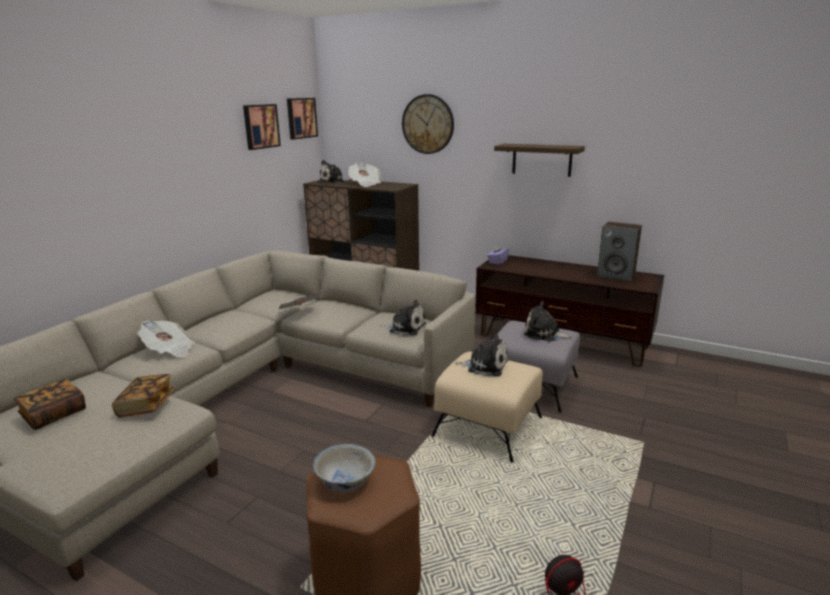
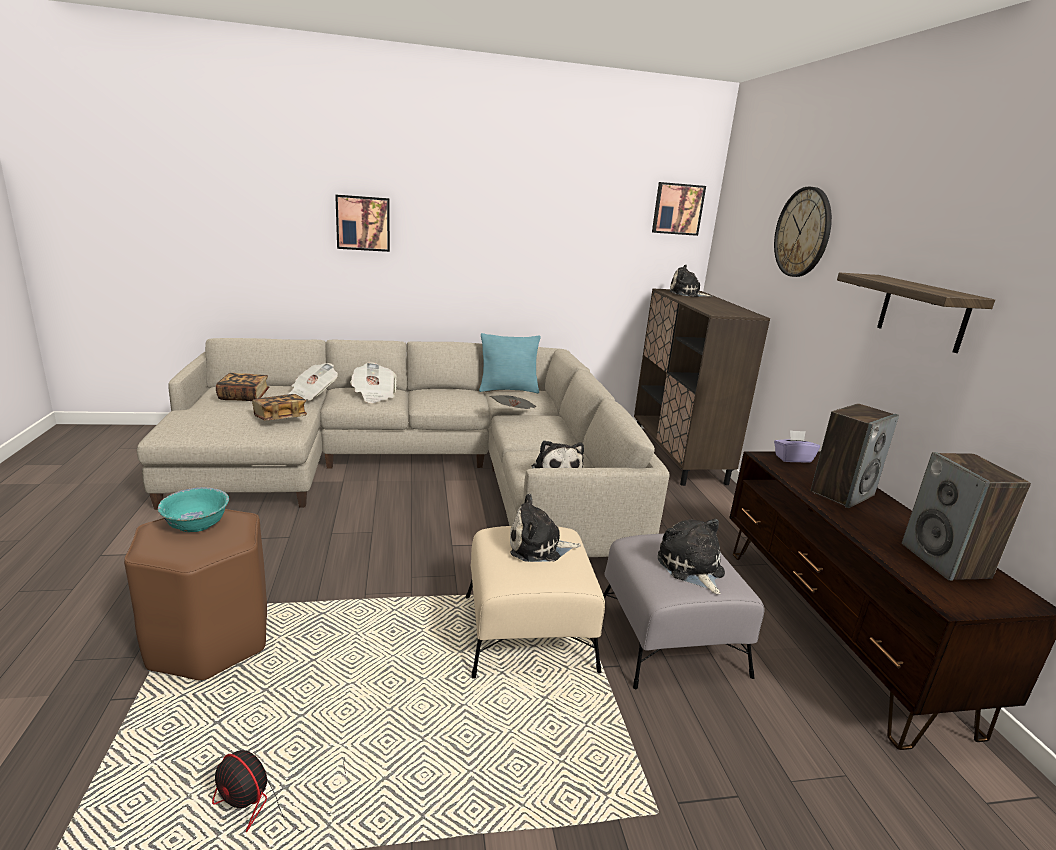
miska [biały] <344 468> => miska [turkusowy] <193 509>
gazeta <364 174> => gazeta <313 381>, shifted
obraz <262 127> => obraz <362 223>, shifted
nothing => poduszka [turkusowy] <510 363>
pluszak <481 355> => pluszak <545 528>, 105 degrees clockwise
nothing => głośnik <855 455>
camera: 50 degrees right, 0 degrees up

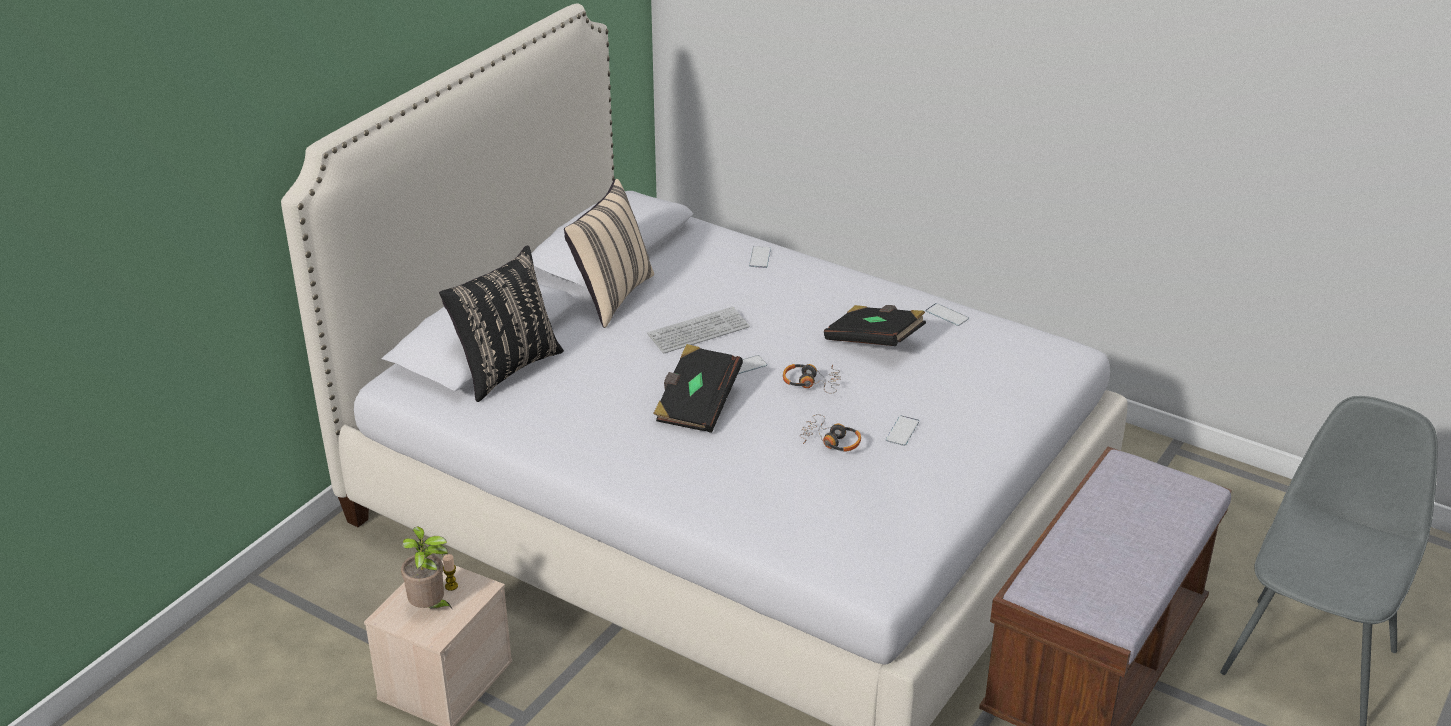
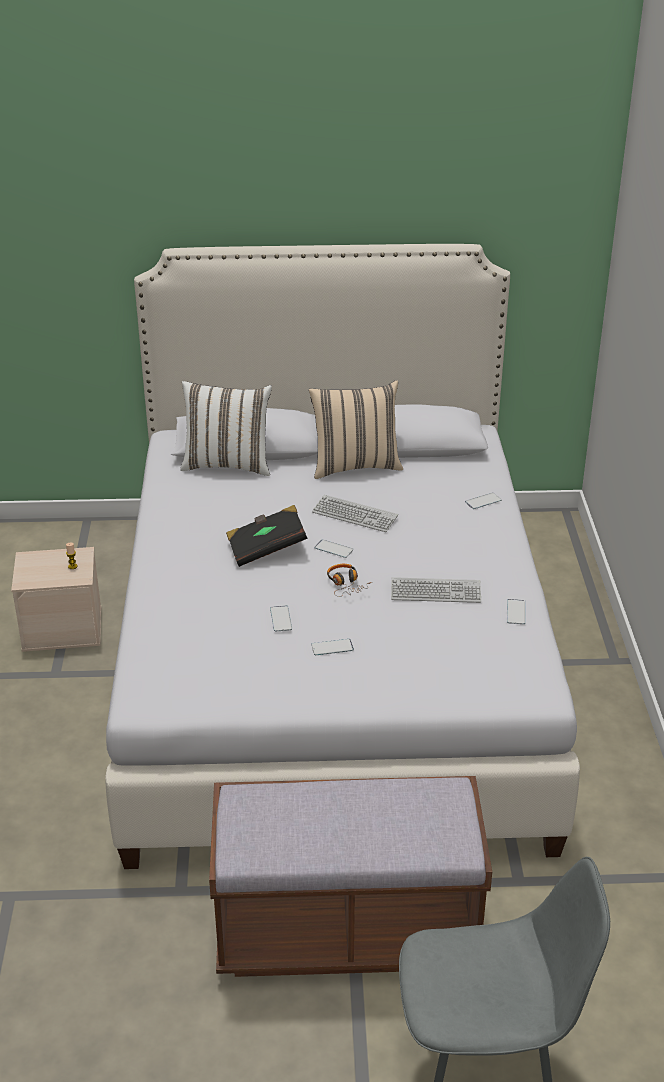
poduszka [czarny] <501 324> => poduszka [biały] <226 428>
słuchawki <830 433> => telefon <281 618>
książka [czarny] <875 325> => klawiatura <436 590>
roślina doniczkowa <427 568> => nothing
camera: 55 degrees right, 0 degrees up

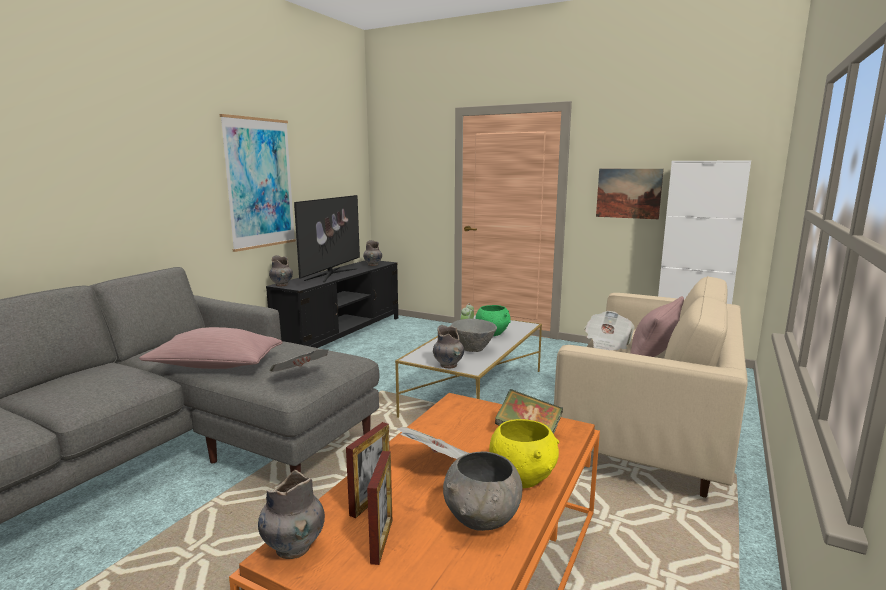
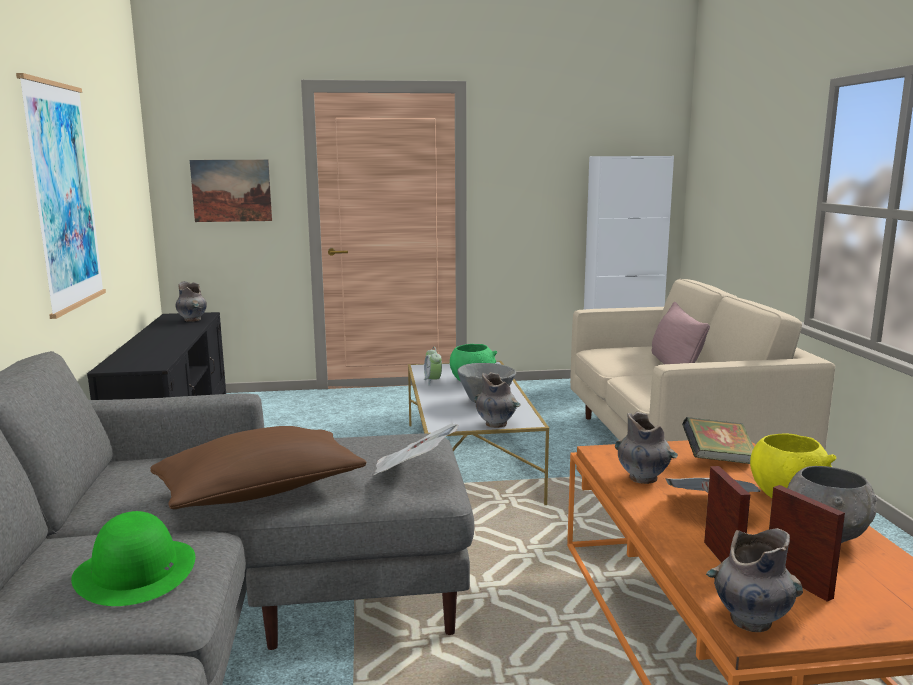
nothing => kapelusz [zielony] <133 558>
poduszka [różowy] <211 348> => poduszka [brązowy] <258 467>
obraz <630 194> => obraz <231 191>, shifted
wazon [szary] <281 270> => wazon [szary] <646 448>, shifted
telewizor <327 238> => nothing
gazeta <610 330> => nothing
camera: 35 degrees left, 0 degrees up

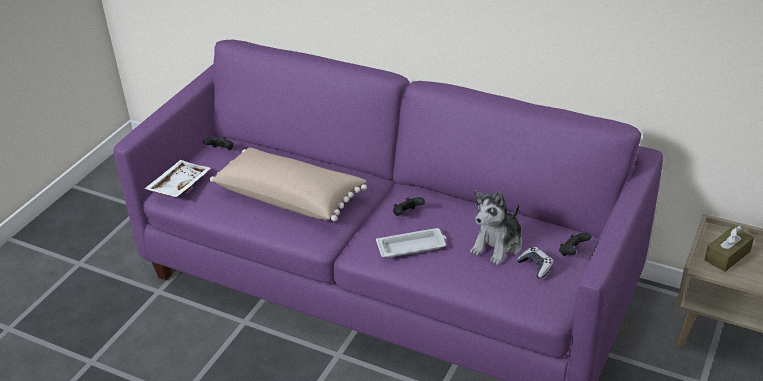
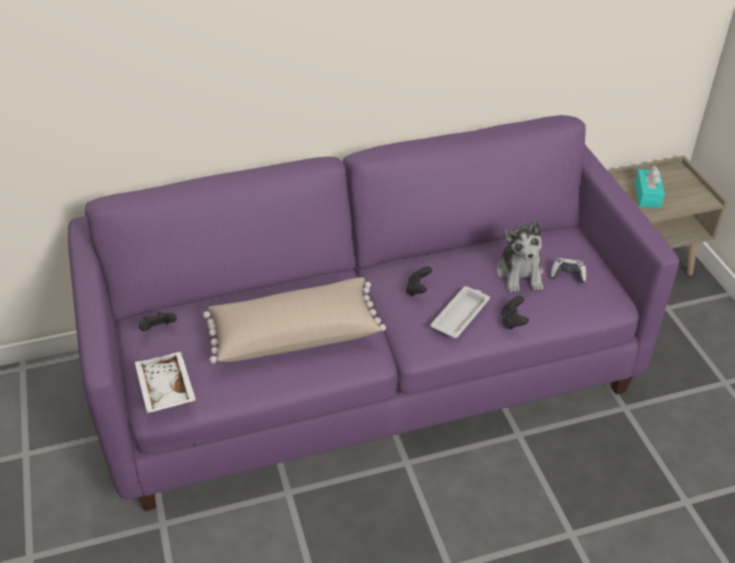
pad do gier [czarny] <575 244> => pad do gier [czarny] <515 313>, shifted
pudełko chusteczek [brązowy] <729 249> => pudełko chusteczek [turkusowy] <650 187>
camera: 45 degrees left, 5 degrees up

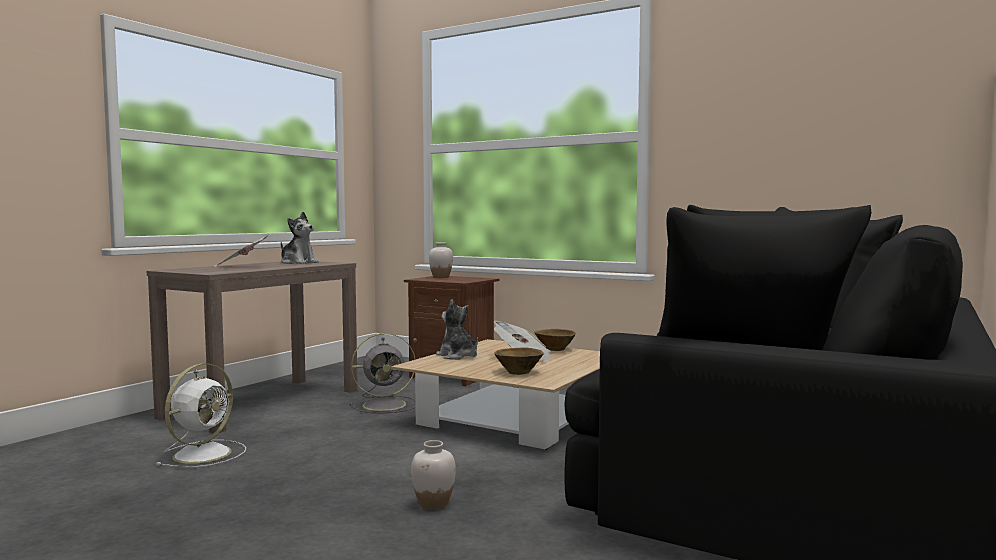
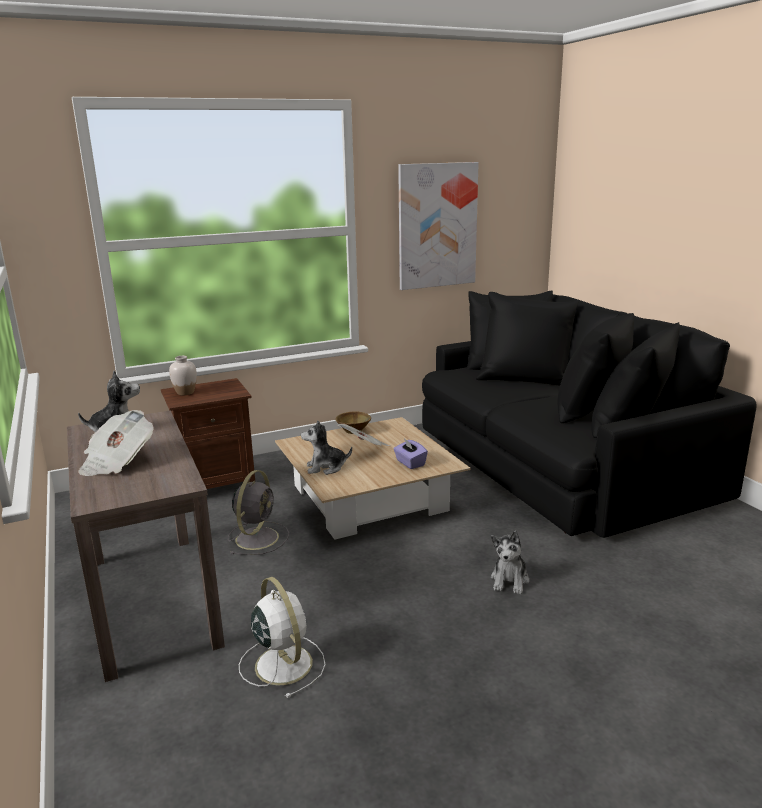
miska [brązowy] <519 361> => pudełko chusteczek [fioletowy] <410 454>
nothing => obraz <438 226>
wazon [biały] <433 475> => pluszak <510 562>
camera: 55 degrees left, 15 degrees up

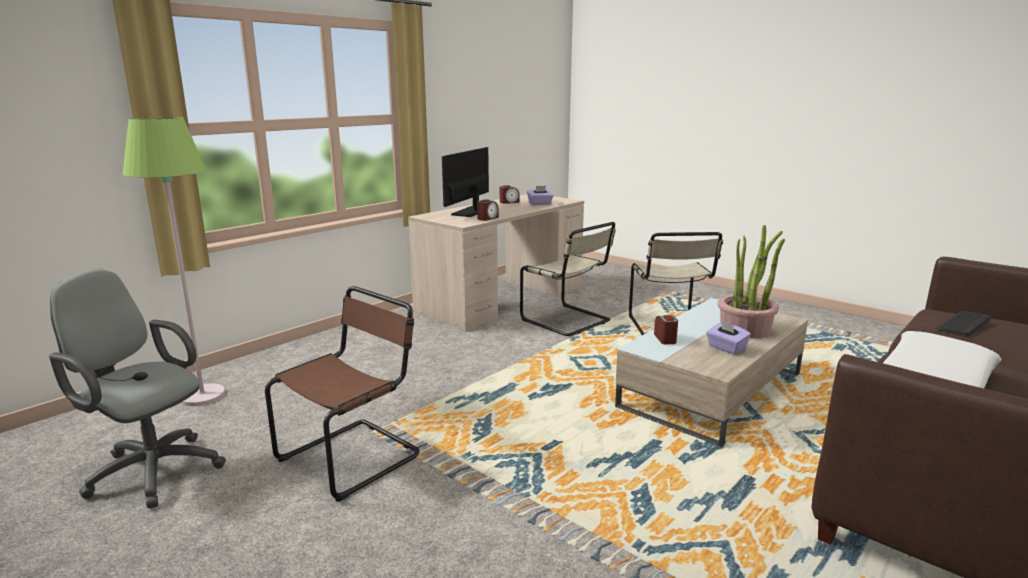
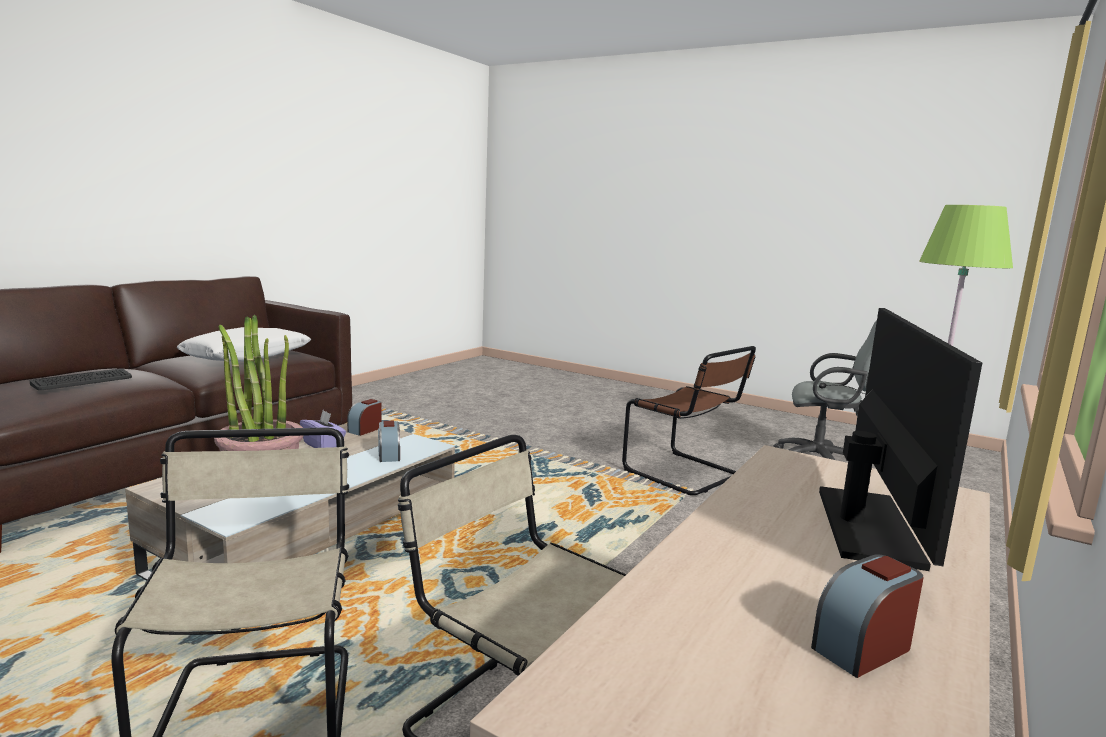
budzik <488 210> => budzik <364 417>, shifted
krzesło [brązowy] <342 394> => krzesło [brązowy] <689 420>, 75 degrees counterclockwise
pudełko chusteczek [fioletowy] <540 195> => nothing
camera: 170 degrees right, 5 degrees down

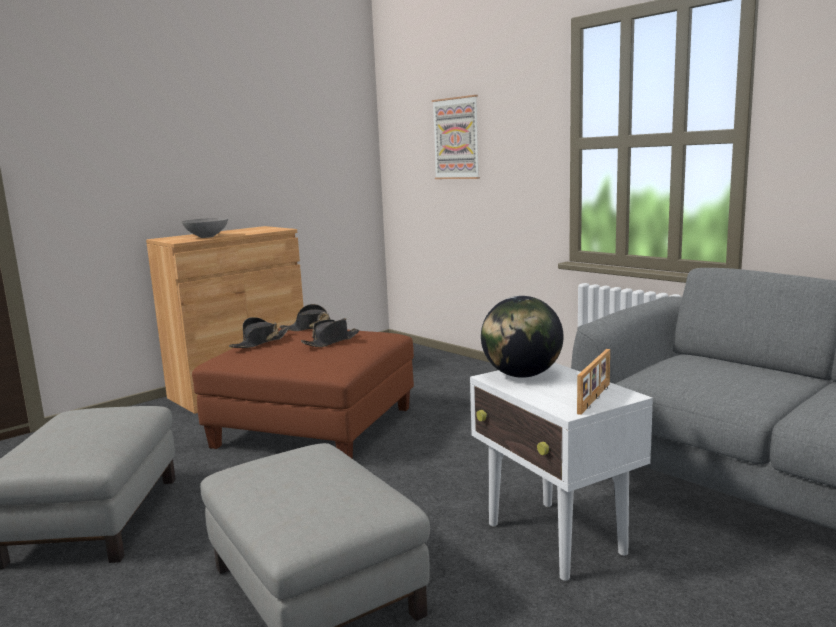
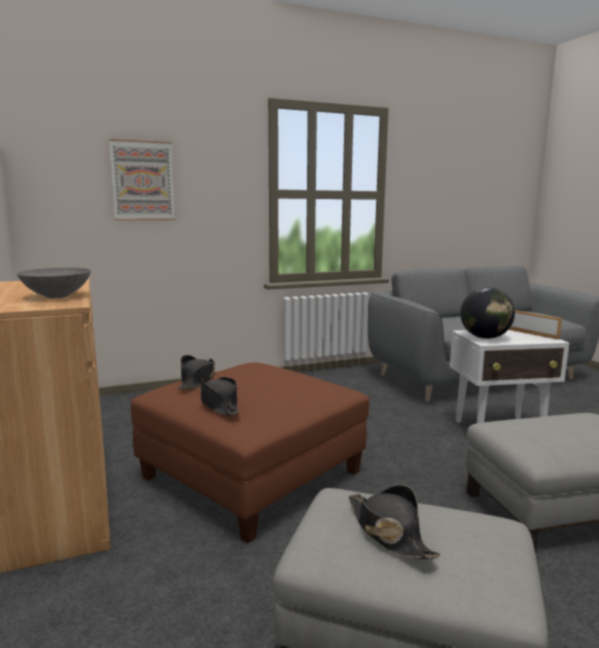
kapelusz [czarny] <330 333> => kapelusz [czarny] <394 522>, shifted
camera: 70 degrees left, 0 degrees up

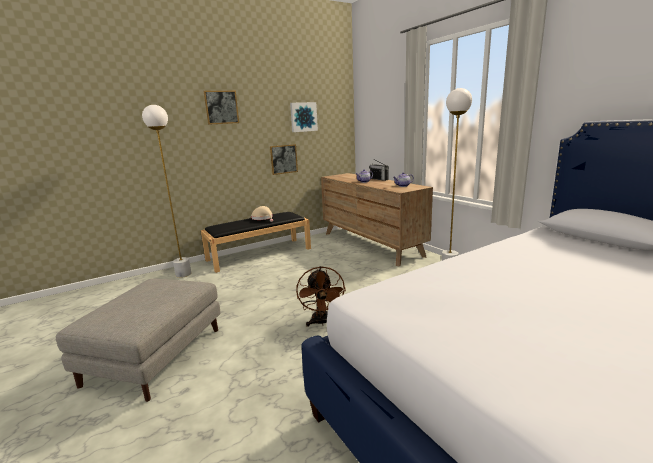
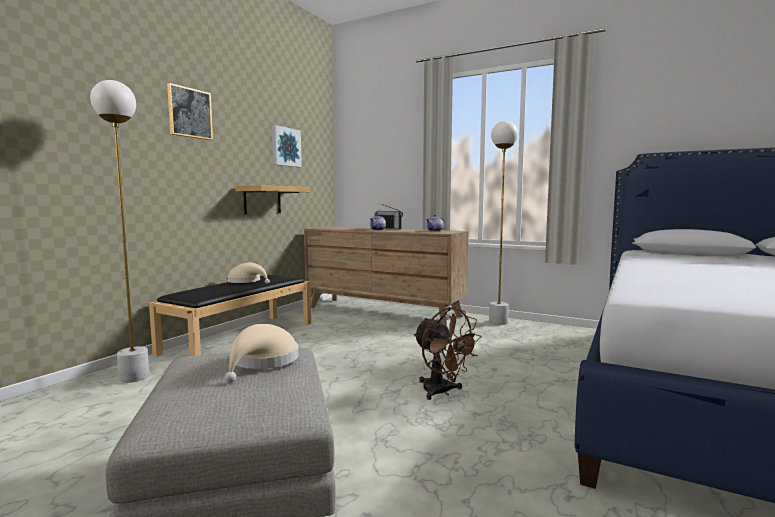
nothing => kapelusz [beżowy] <261 353>
obraz <284 159> => półka <272 200>
camera: 30 degrees left, 10 degrees down

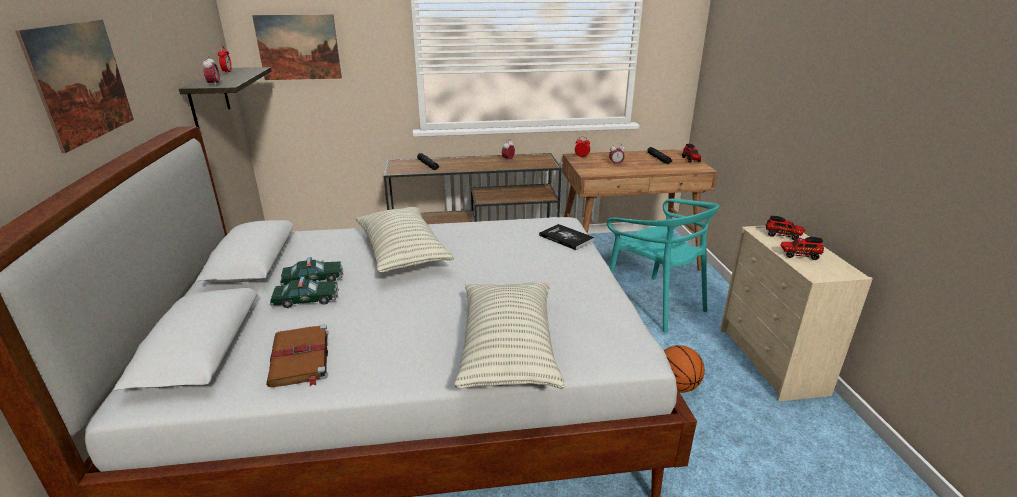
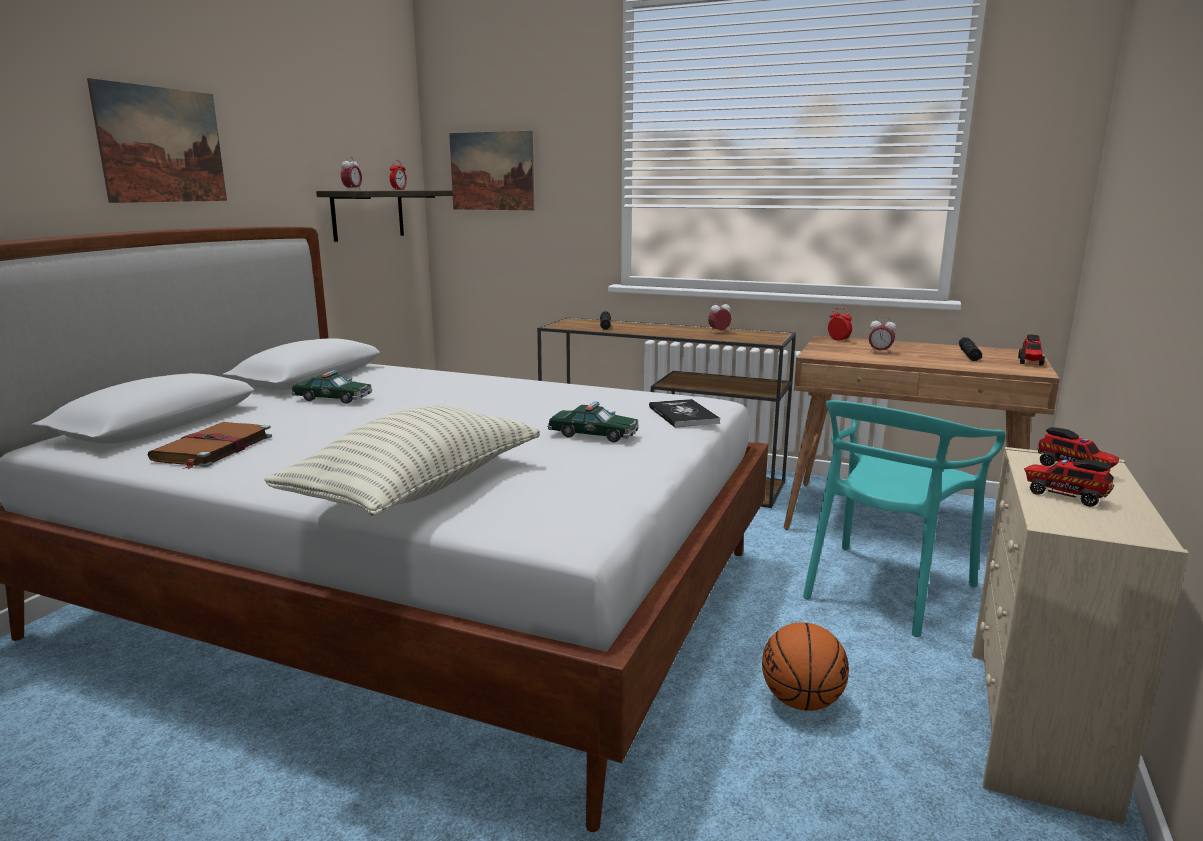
samochodzik <304 292> => samochodzik <593 422>, shifted
krzesło [turkusowy] <663 266> => krzesło [turkusowy] <904 518>, 45 degrees clockwise
poduszka <405 240> => nothing
camera: 30 degrees right, 10 degrees down

